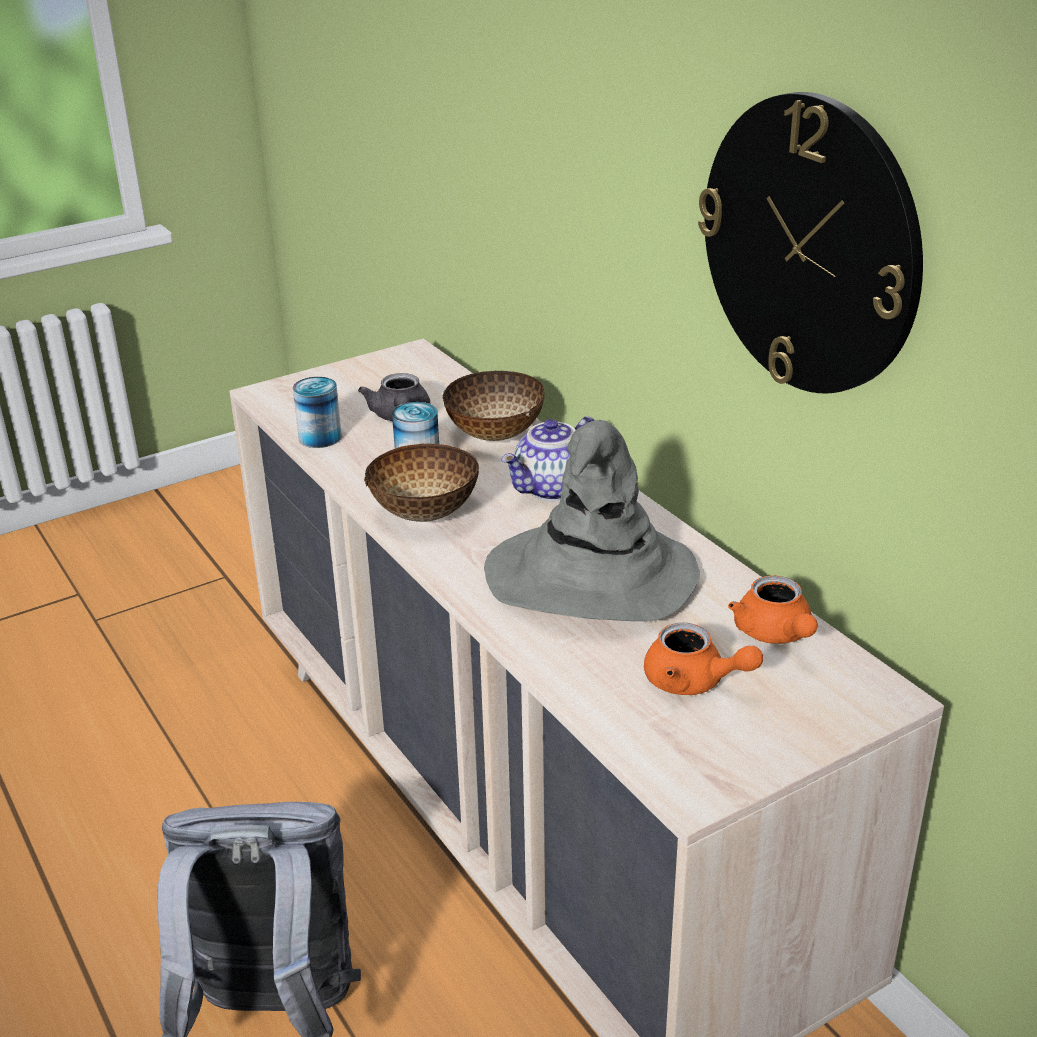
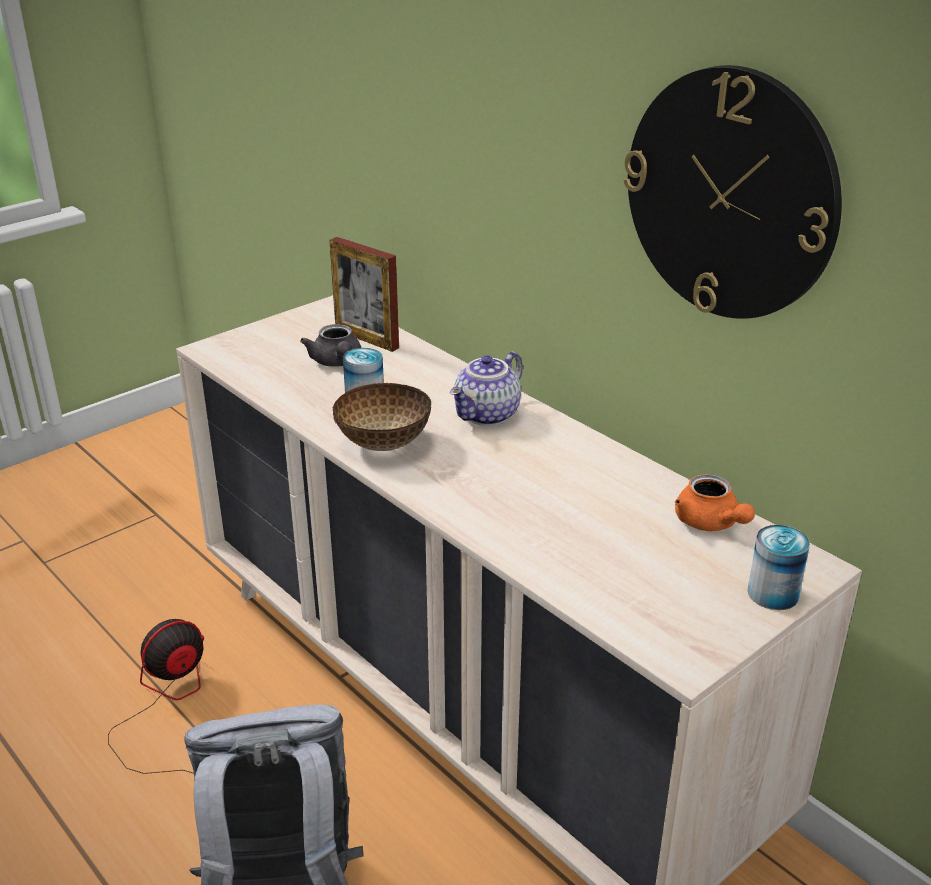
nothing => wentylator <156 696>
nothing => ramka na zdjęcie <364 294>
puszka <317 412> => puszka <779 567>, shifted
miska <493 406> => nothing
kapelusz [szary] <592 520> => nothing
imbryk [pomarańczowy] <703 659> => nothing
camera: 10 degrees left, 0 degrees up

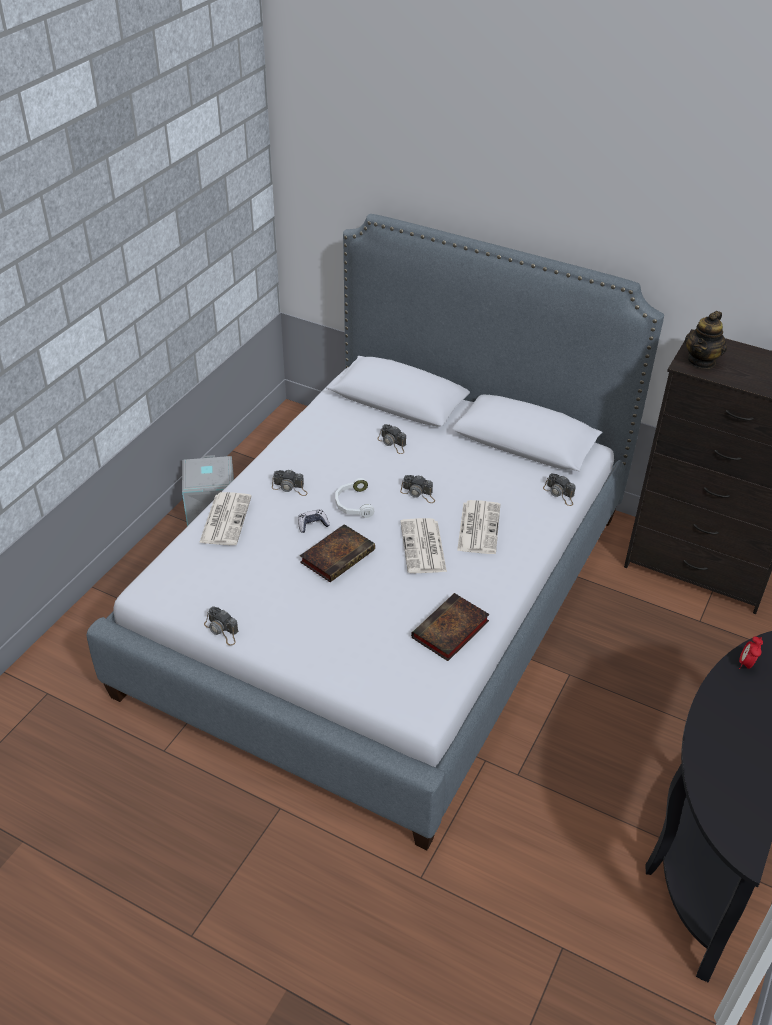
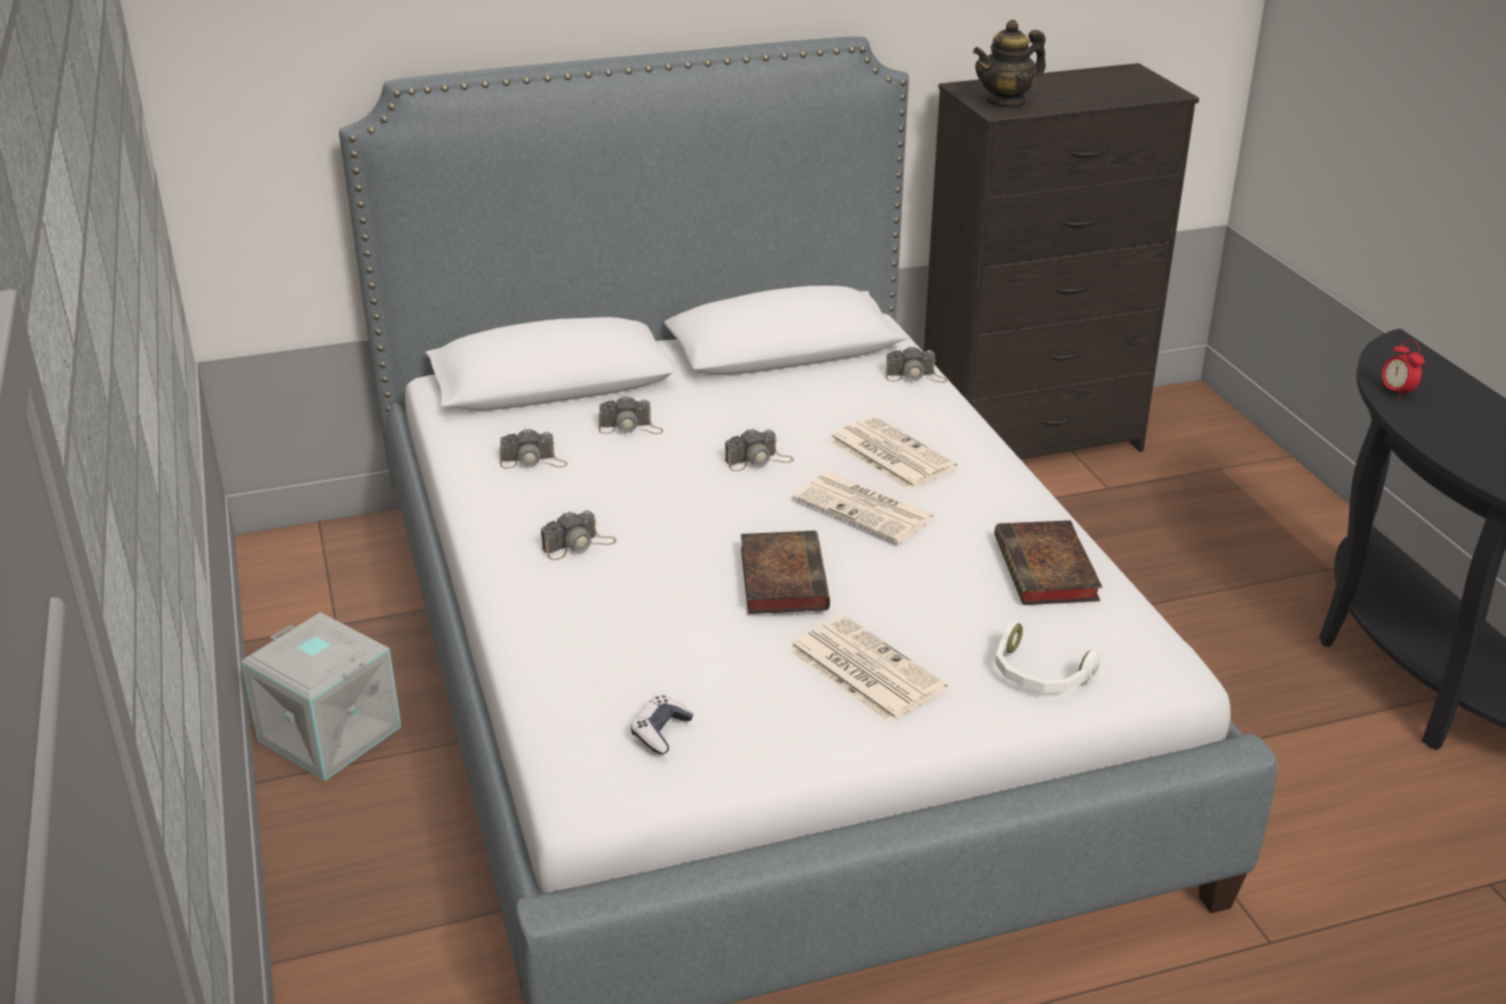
aparat fotograficzny <221 626> => aparat fotograficzny <533 448>, shifted
pad do gier <314 521> => pad do gier <662 724>, shifted
gazeta <225 518> => gazeta <868 669>, shifted
imbryk <706 340> => imbryk <1009 65>, 75 degrees clockwise
słuchawki [biały] <354 498> => słuchawki [biały] <1048 657>, shifted
camera: 45 degrees left, 10 degrees down

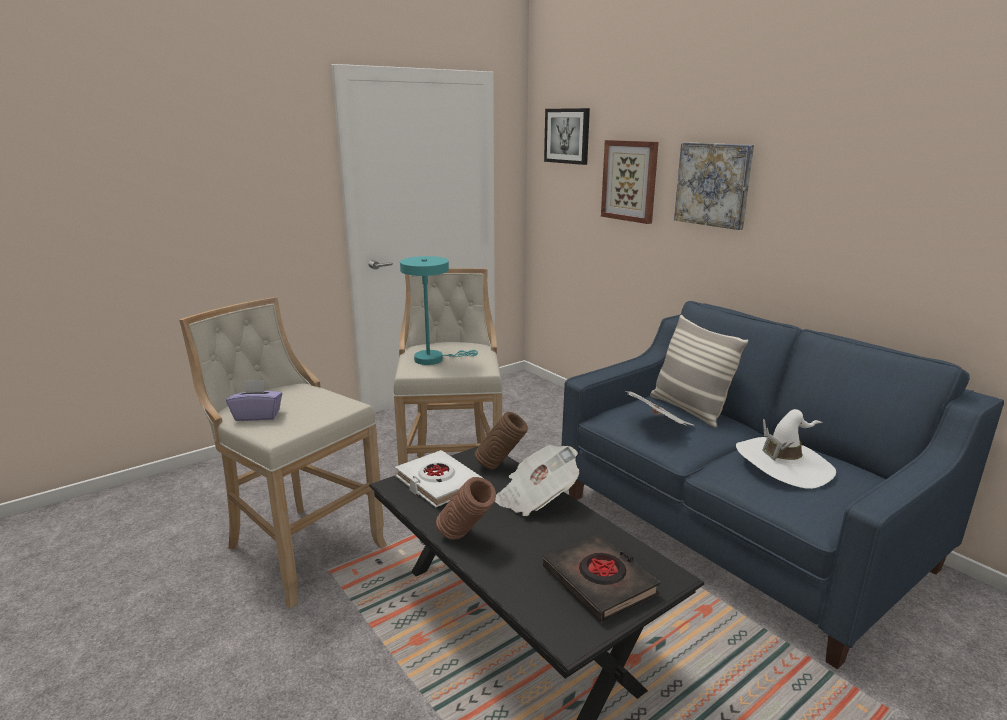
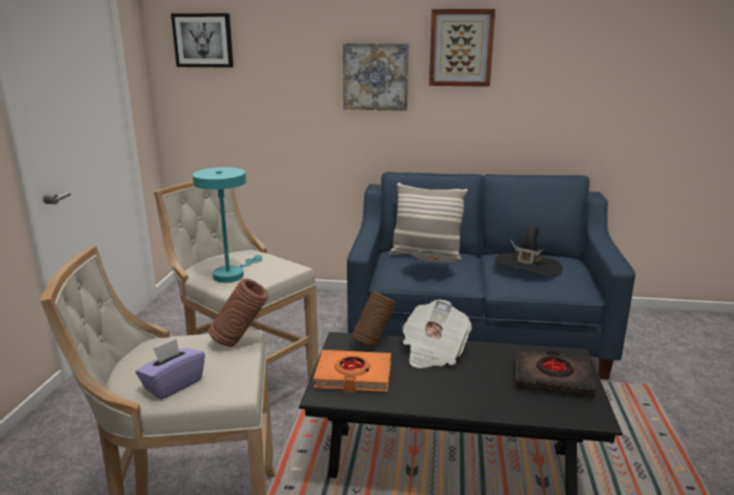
wazon [brązowy] <466 508> => wazon [brązowy] <239 313>, shifted
książka [biały] <439 478> => książka [pomarańczowy] <352 371>
obraz <630 182> => obraz <462 48>, shifted
kapelusz [biały] <786 449> => kapelusz [czarny] <528 251>
camera: 45 degrees left, 0 degrees up

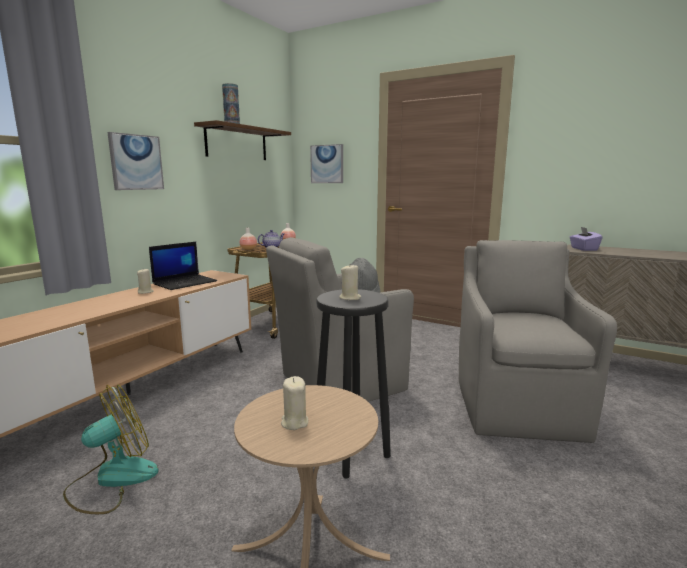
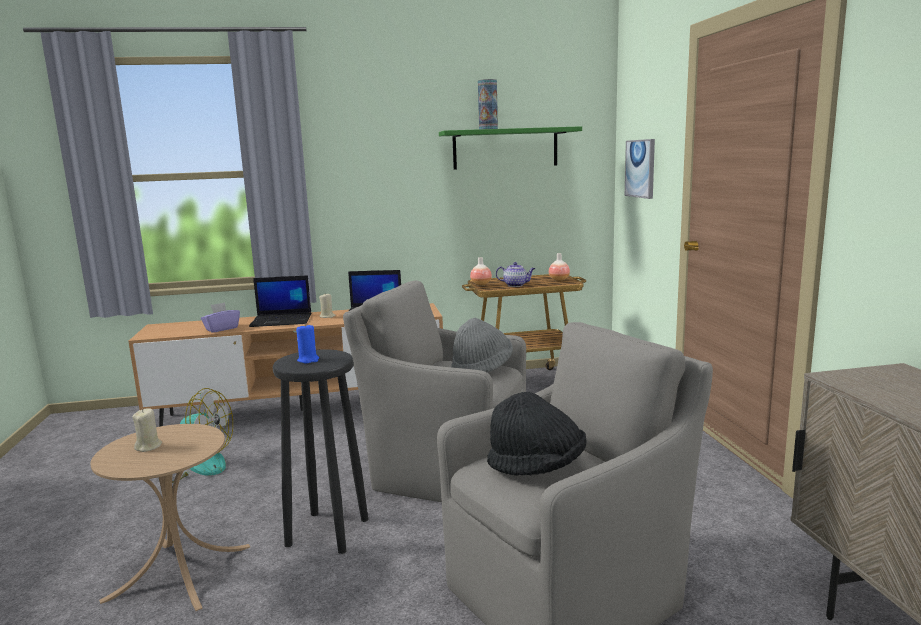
pudełko chusteczek [fioletowy] <586 239> => pudełko chusteczek [fioletowy] <220 317>, shifted
nothing => laptop <280 301>
świeca [beżowy] <350 282> => świeca [niebieski] <307 344>
półka [brązowy] <242 140> => półka [zielony] <510 148>
nothing => kapelusz [czarny] <536 434>
obraz <135 161> => nothing
camera: 50 degrees right, 0 degrees up

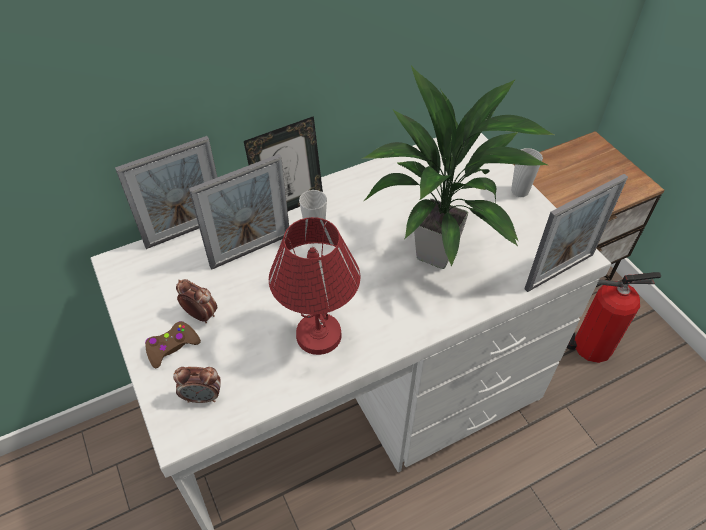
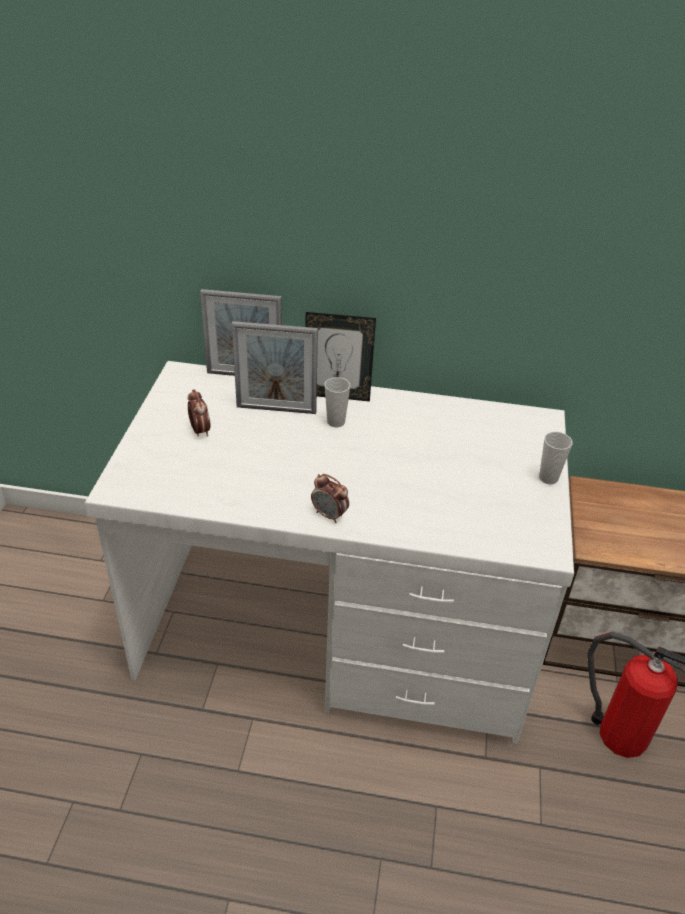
budzik <197 385> => budzik <330 498>, shifted
pad do gier [brązowy] <173 344> => nothing
lampa stołowa [czerwony] <314 286> => nothing
roślina doniczkowa <458 167> => nothing
ramka na zdjęcie <576 233> => nothing
camera: 35 degrees right, 10 degrees down

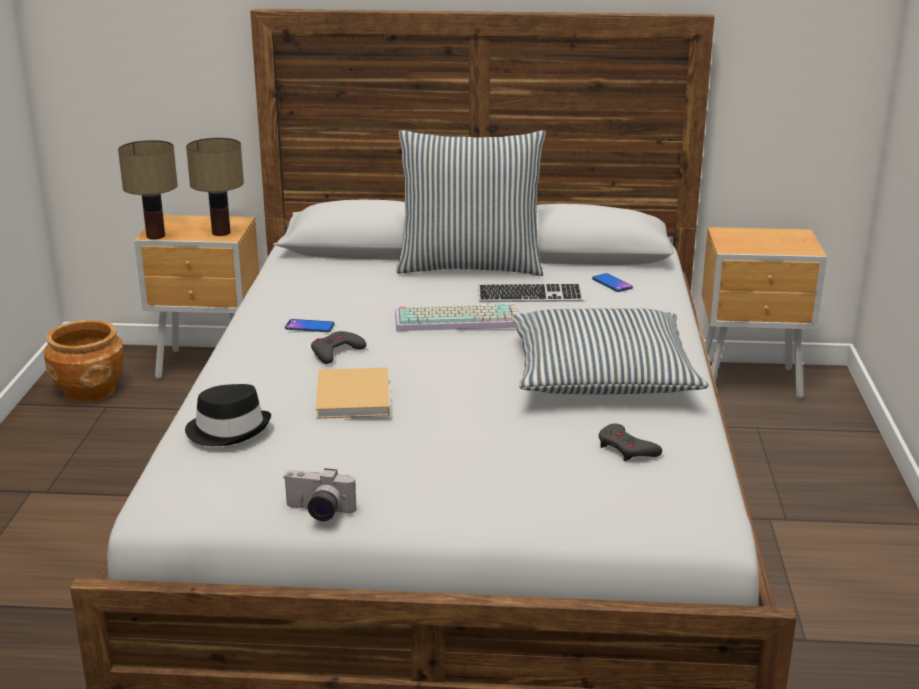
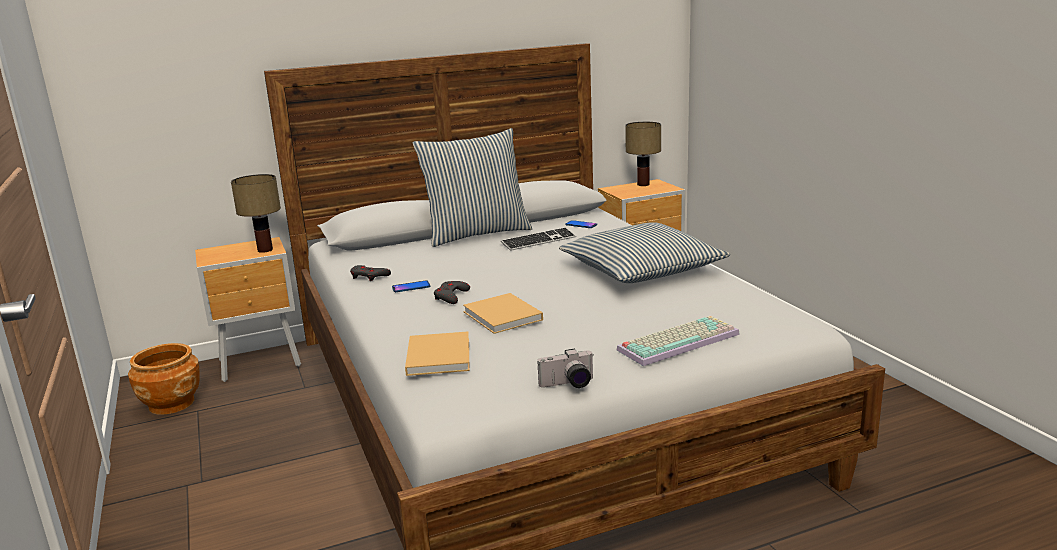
pad do gier [szary] <630 442> => pad do gier [szary] <370 273>, shifted
kapelusz [czarny] <228 415> => książka [beżowy] <437 353>
klawiatura <458 317> => klawiatura <678 341>, shifted
lampa stołowa <148 189> => lampa stołowa <643 154>, shifted
camera: 25 degrees left, 5 degrees down

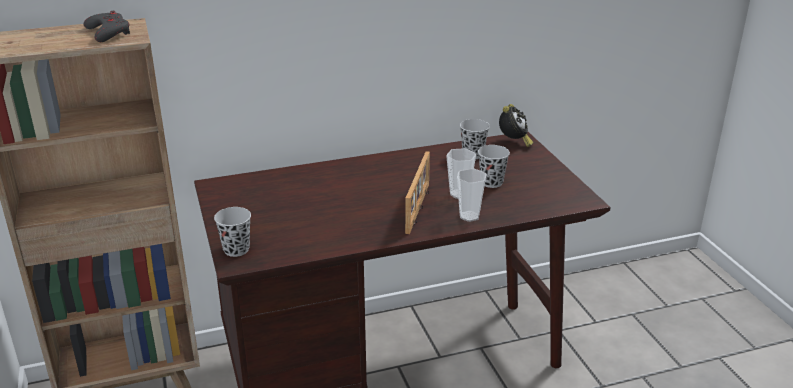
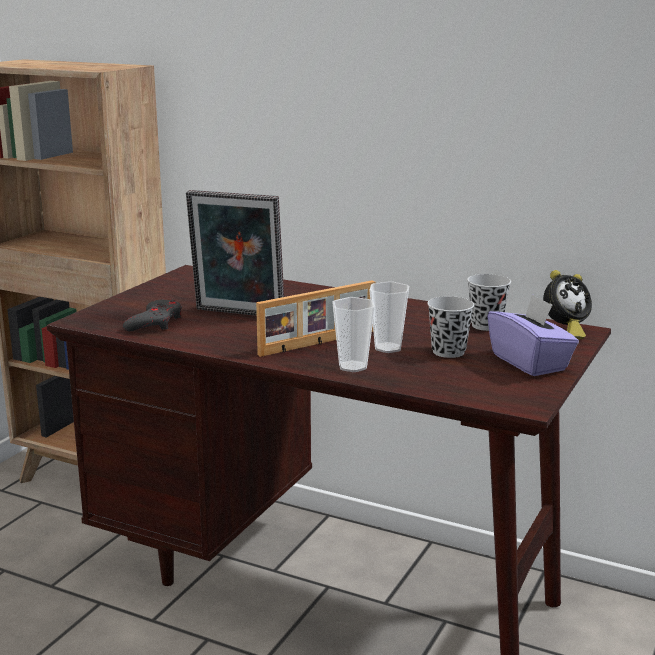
pad do gier [szary] <106 26> => pad do gier [szary] <152 315>, shifted
nothing => ramka na zdjęcie <235 253>
nothing => pudełko chusteczek [fioletowy] <533 335>
filiżanka [czarny] <232 232> => nothing
camera: 45 degrees right, 10 degrees down

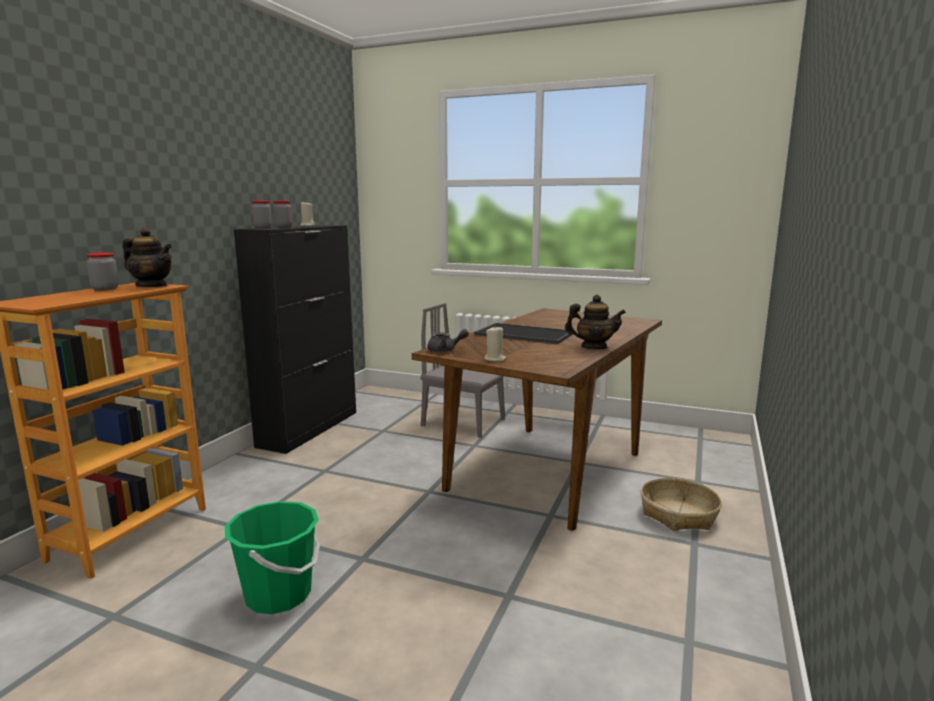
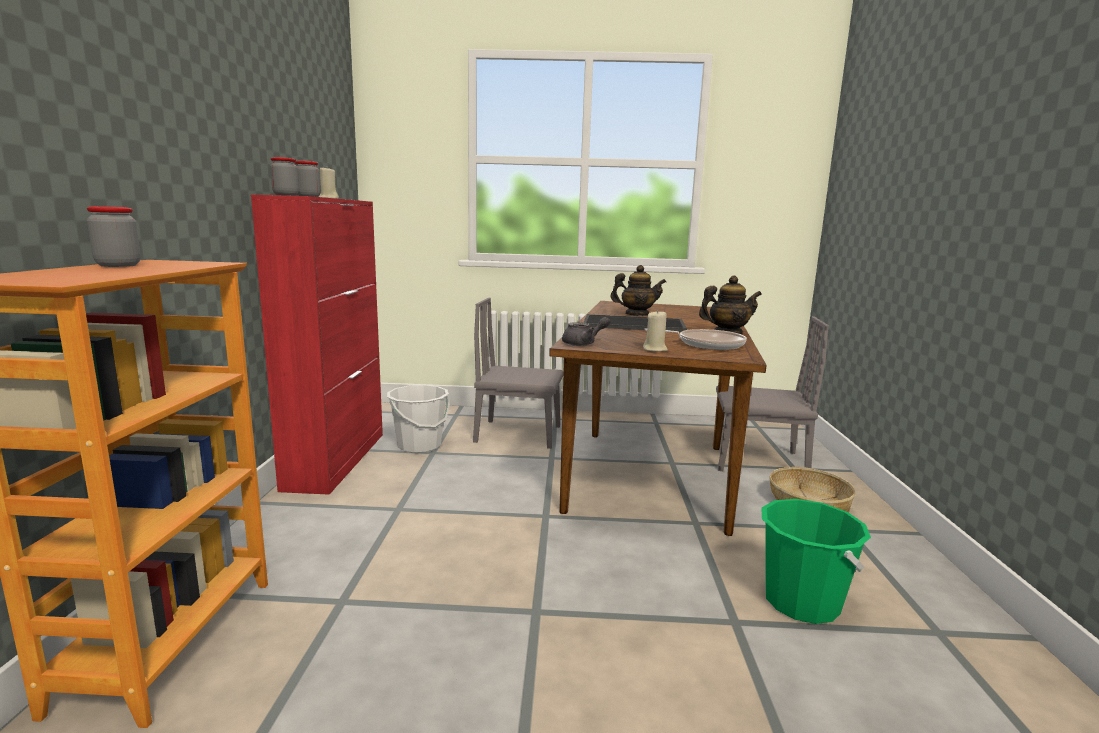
szafka [czarny] <295 339> => szafka [czerwony] <317 345>
nothing => wiadro [biały] <418 419>
imbryk <147 257> => imbryk <638 290>, shifted
nothing => patelnia <695 339>
nothing => krzesło [szary] <771 393>
wiadro [zielony] <272 557> => wiadro [zielony] <816 561>, shifted
camera: 20 degrees left, 0 degrees up

